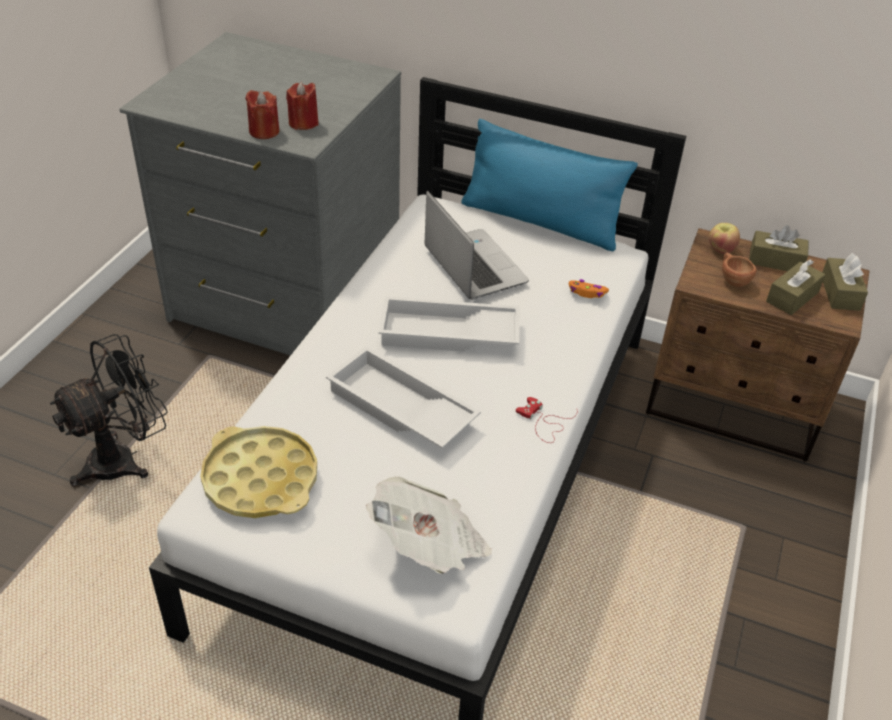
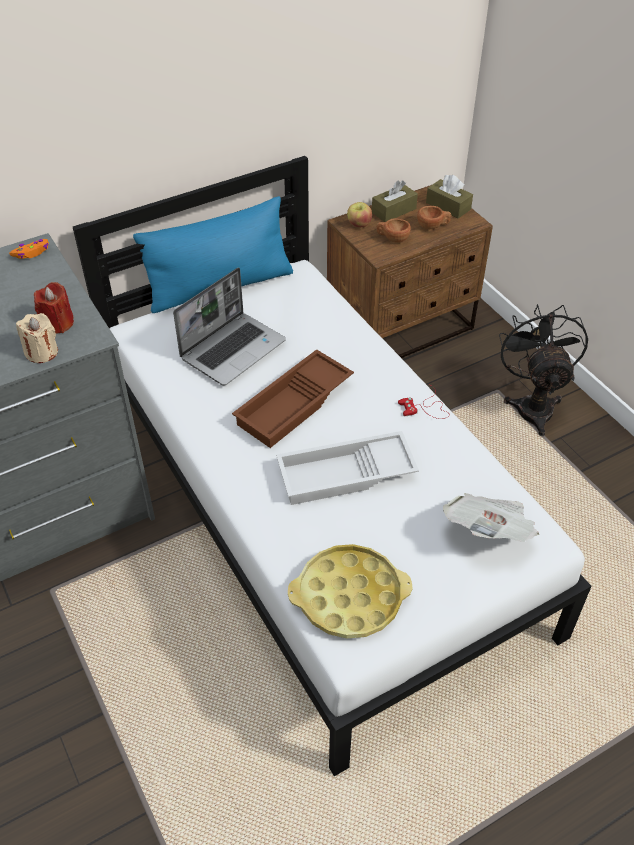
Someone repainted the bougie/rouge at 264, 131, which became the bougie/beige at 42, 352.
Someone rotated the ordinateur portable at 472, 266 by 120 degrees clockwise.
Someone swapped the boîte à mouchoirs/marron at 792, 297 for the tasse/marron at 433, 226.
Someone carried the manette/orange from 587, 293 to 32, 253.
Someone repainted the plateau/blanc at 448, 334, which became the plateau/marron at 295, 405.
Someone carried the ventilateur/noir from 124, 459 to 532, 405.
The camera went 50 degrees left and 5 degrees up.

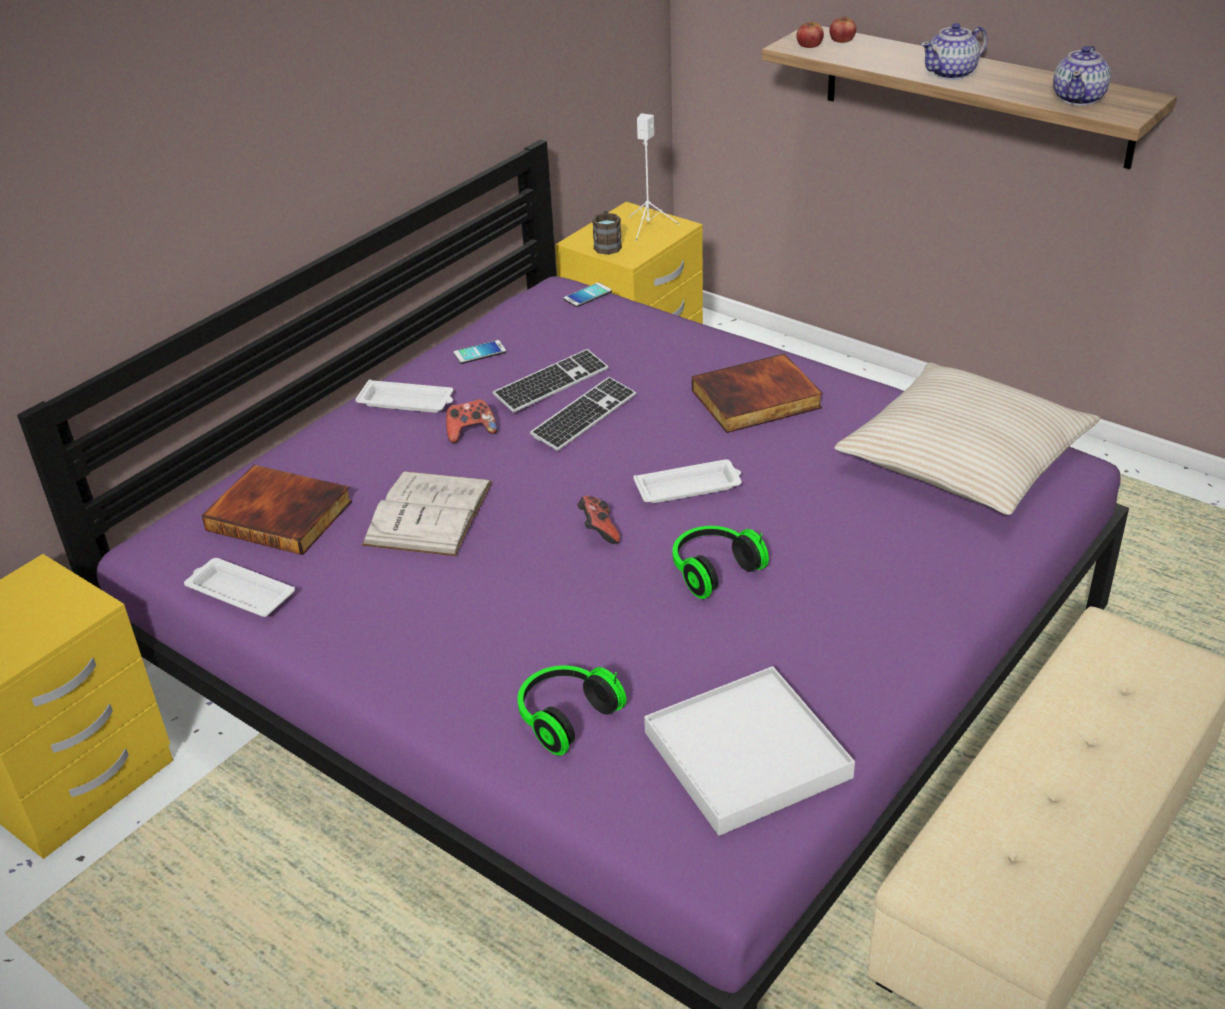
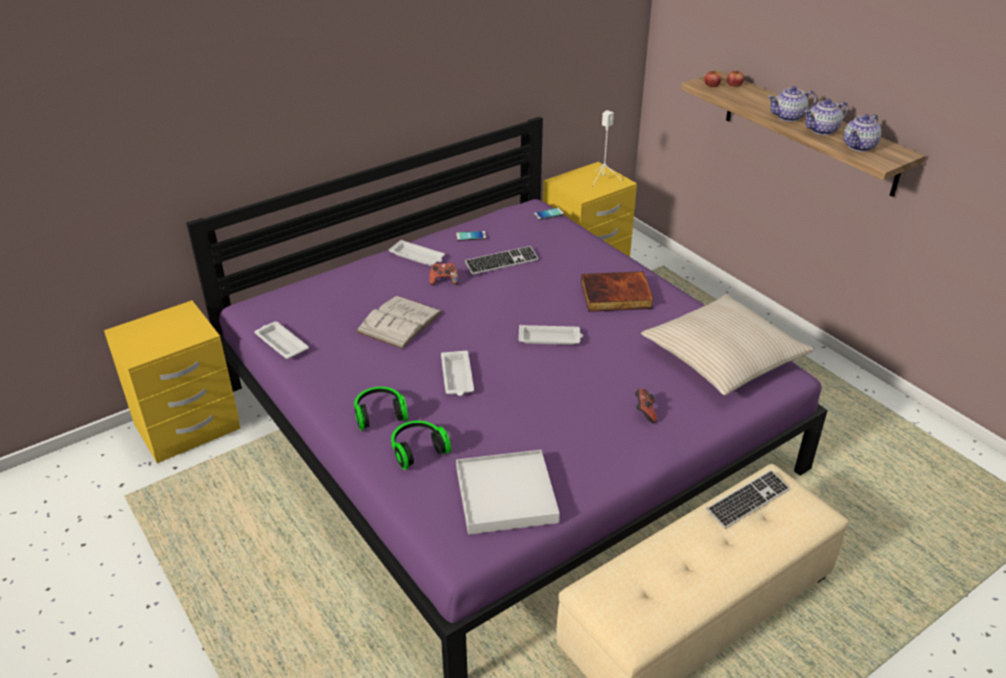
Someone took away the mug/marron at 607, 245.
Someone carried the clavier from 584, 416 to 748, 500.
Someone took away the livre at 281, 514.
Someone carried the manette from 598, 531 to 644, 412.
Someone carried the casque audio from 712, 570 to 379, 414.
Someone put down the théière at 822, 130.
Someone put down the plateau/blanc at 457, 377.
The camera went 15 degrees right and 0 degrees up.

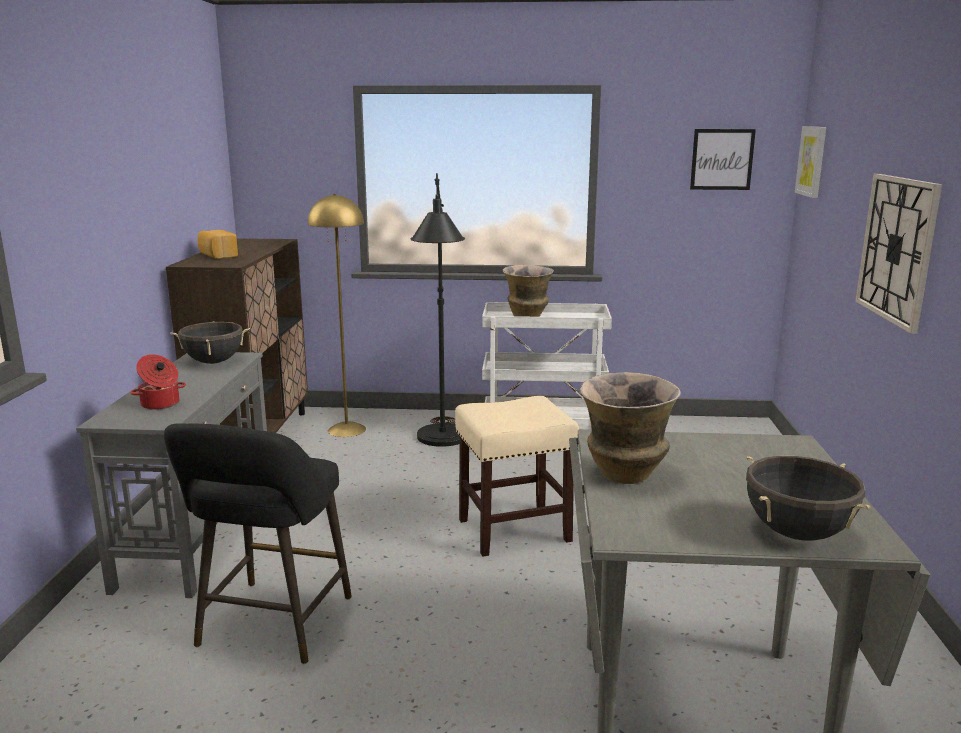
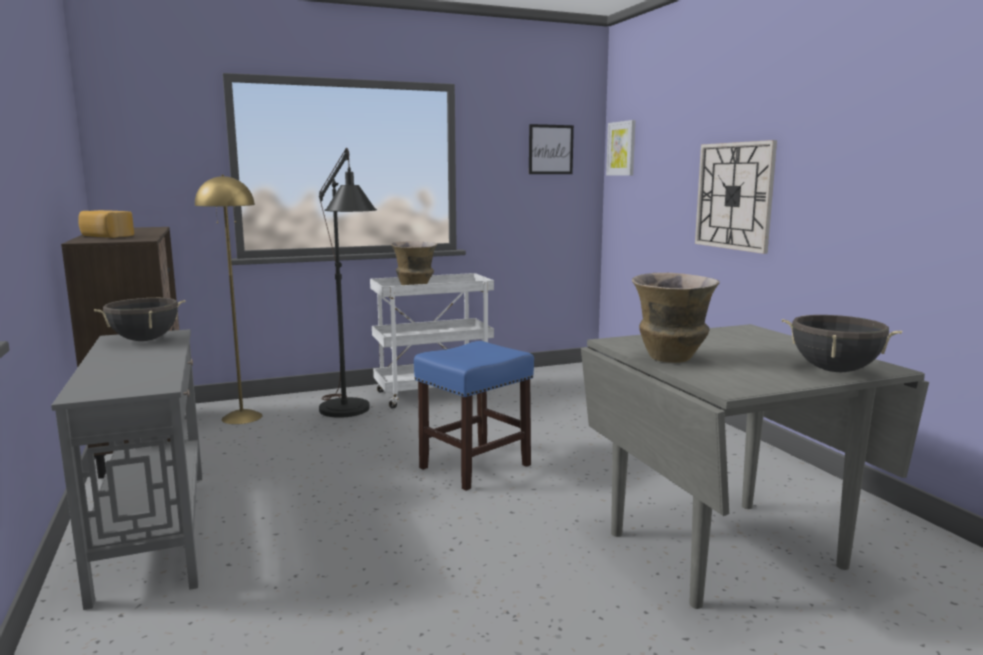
Someone took away the marmite at 160, 404.
Someone repainted the tabouret/beige at 513, 530, which became the tabouret/bleu at 474, 467.
Someone took away the tabouret/noir at 271, 627.
The camera went 25 degrees left and 5 degrees down.

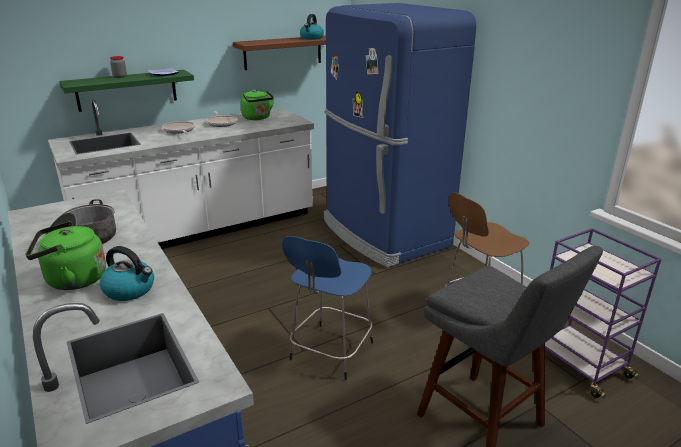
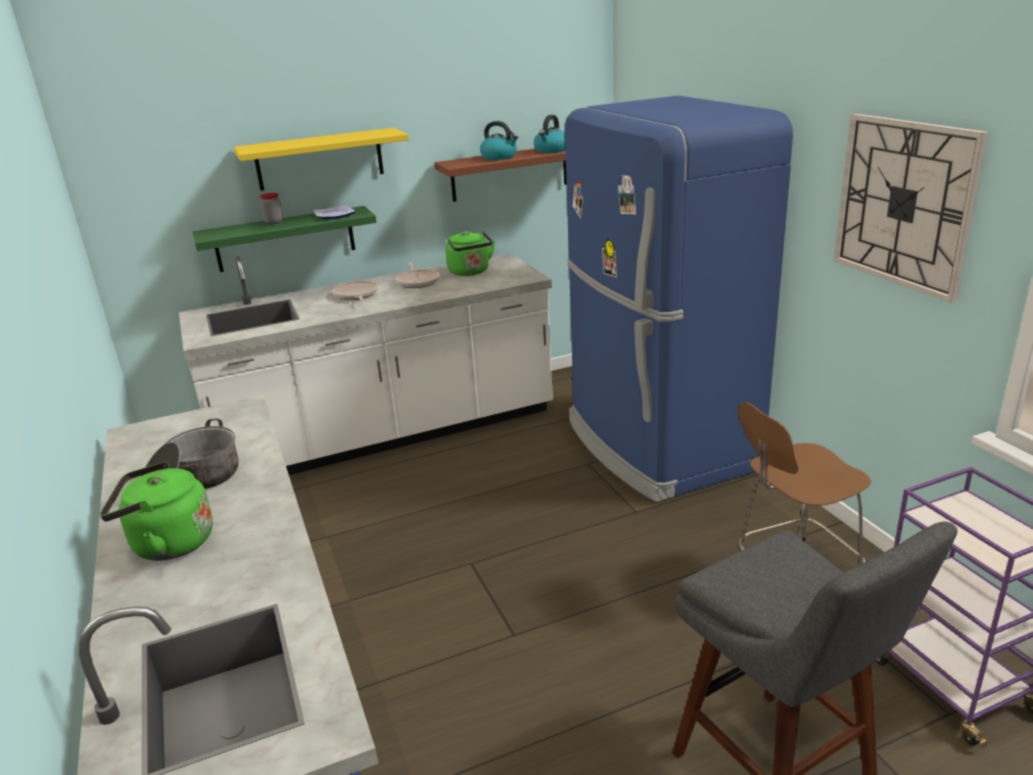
Someone took away the tabouret/bleu at 330, 353.
Someone carried the bouilloire from 130, 290 to 499, 157.
Someone put up the horloge murale at 904, 203.
Someone put up the étagère/jaune at 319, 159.
The camera went 10 degrees right and 0 degrees up.

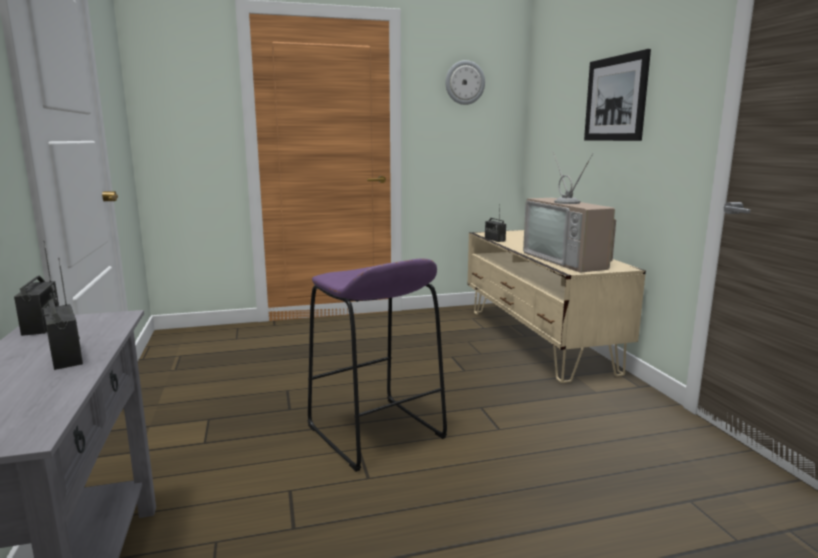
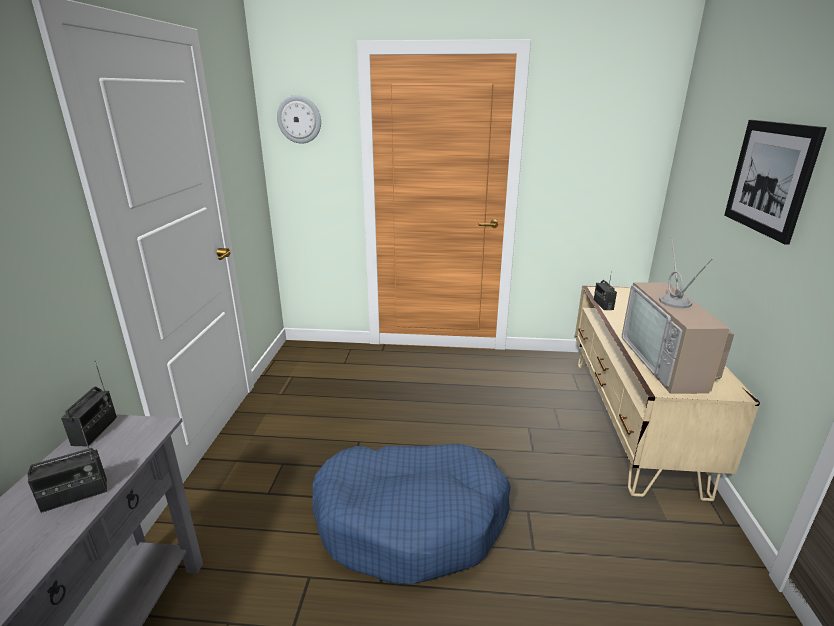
Someone carried the horloge murale from 464, 82 to 299, 119.
Someone rotated the radio at 66, 356 by 75 degrees clockwise.
Someone swapped the tabouret/violet at 375, 432 for the panier pour chien/bleu at 411, 520.
The camera went 20 degrees right and 10 degrees up.

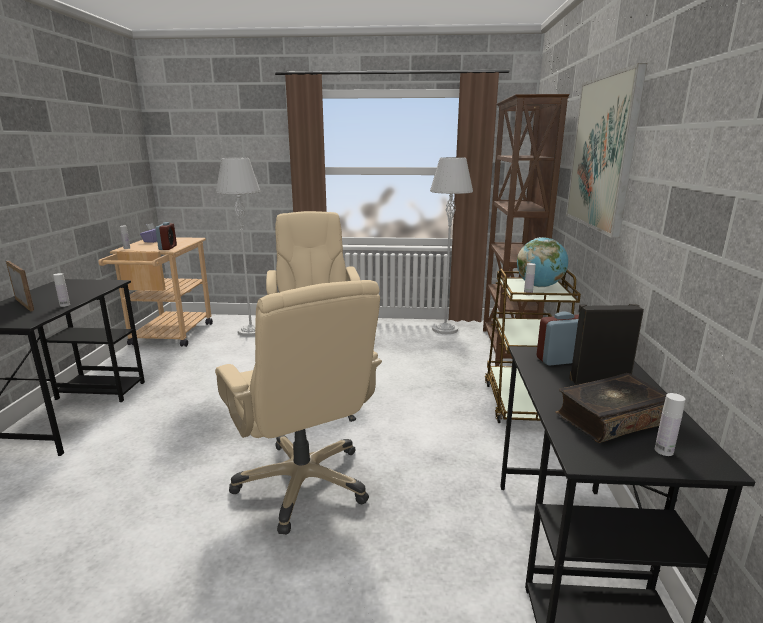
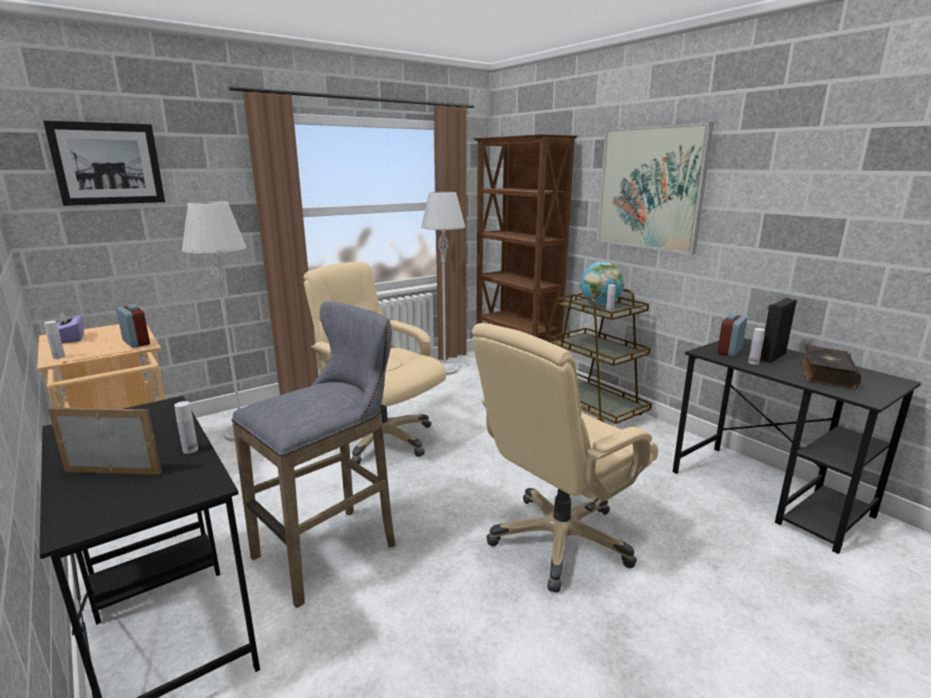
Someone rotated the chaise de bureau/beige at 304, 483 by 120 degrees clockwise.
Someone carried the bouteille/blanc from 663, 451 to 753, 363.
Someone put up the tableau at 108, 164.
Someone put down the tabouret/gris at 332, 549.
The camera went 40 degrees left and 0 degrees up.

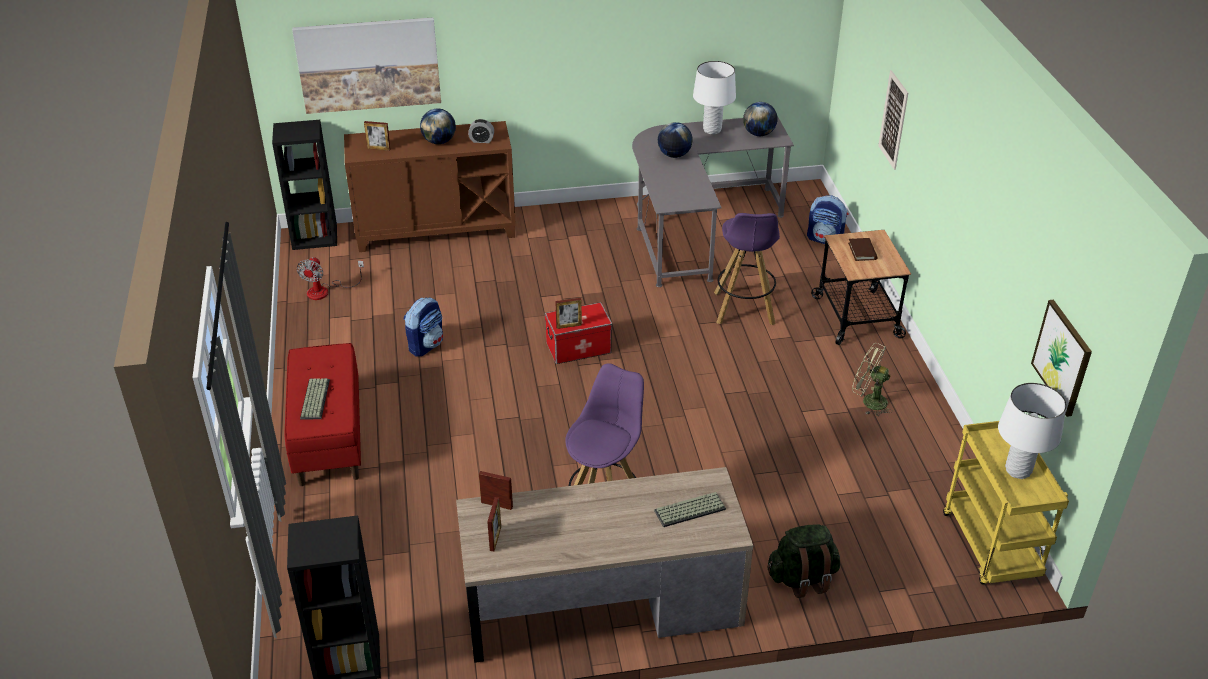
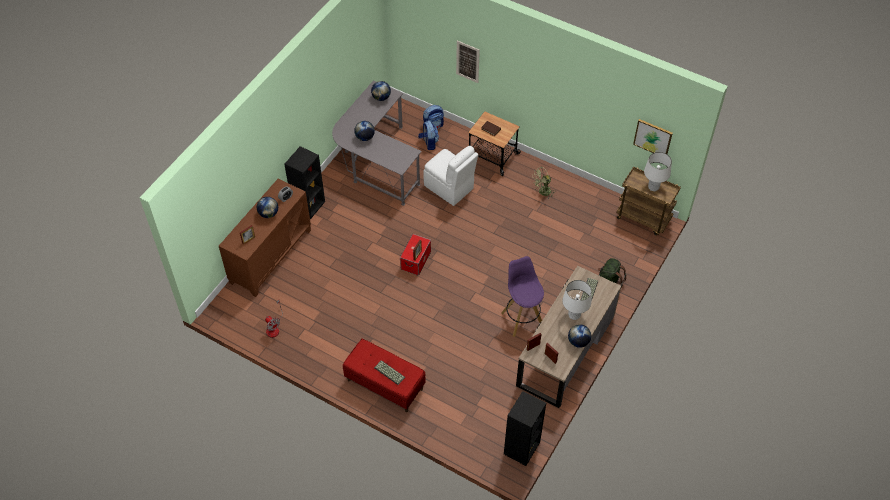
Someone took away the tableau at 368, 64.
Someone carried the lampe de table/blanc from 712, 130 to 574, 315.
Someone carried the bibliothèque/noir from 315, 237 to 308, 205.
Someone swapped the tabouret/violet at 744, 309 for the chaise/blanc at 449, 188.
Someone carried the sac à dos from 426, 345 to 429, 143.
Someone repainted the chariot/jaune at 992, 547, which became the chariot/marron at 644, 218.
Someone put down the globe at 578, 342.
The camera went 50 degrees left and 15 degrees up.

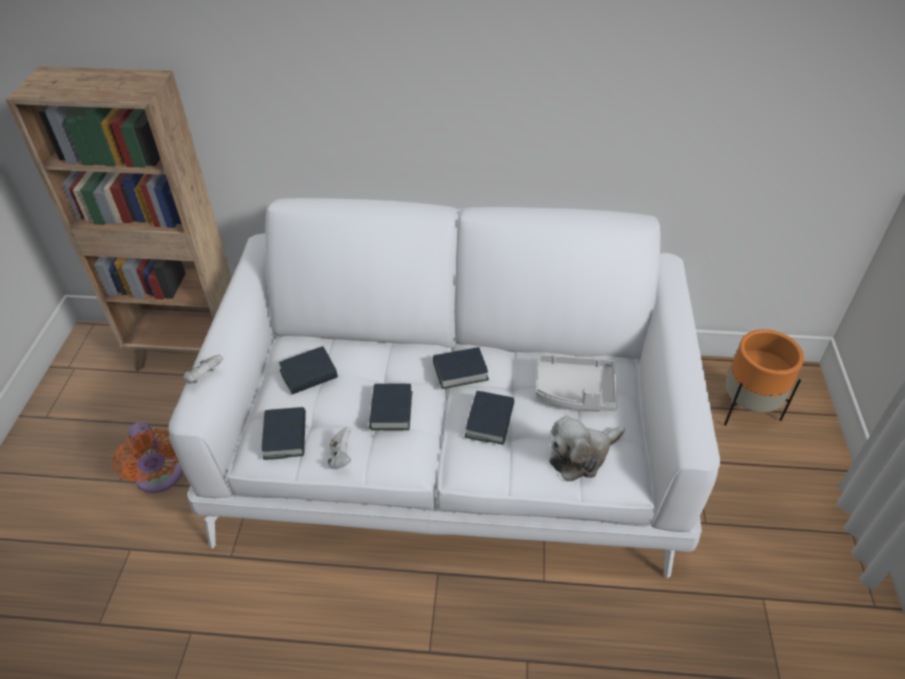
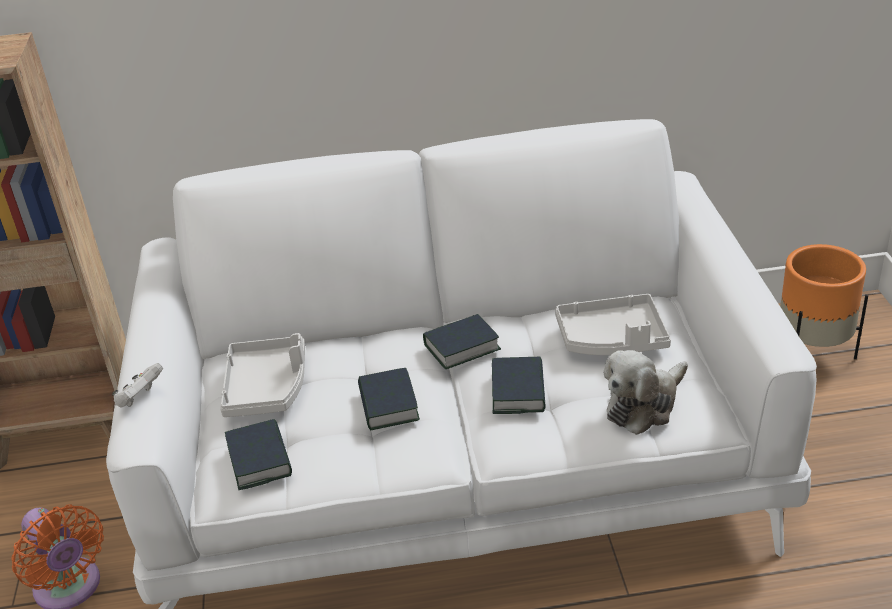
Someone swapped the livre at 309, 374 for the plateau/gris at 267, 387.
Someone took away the manette/blanc at 341, 457.
The camera went 10 degrees left and 10 degrees down.

